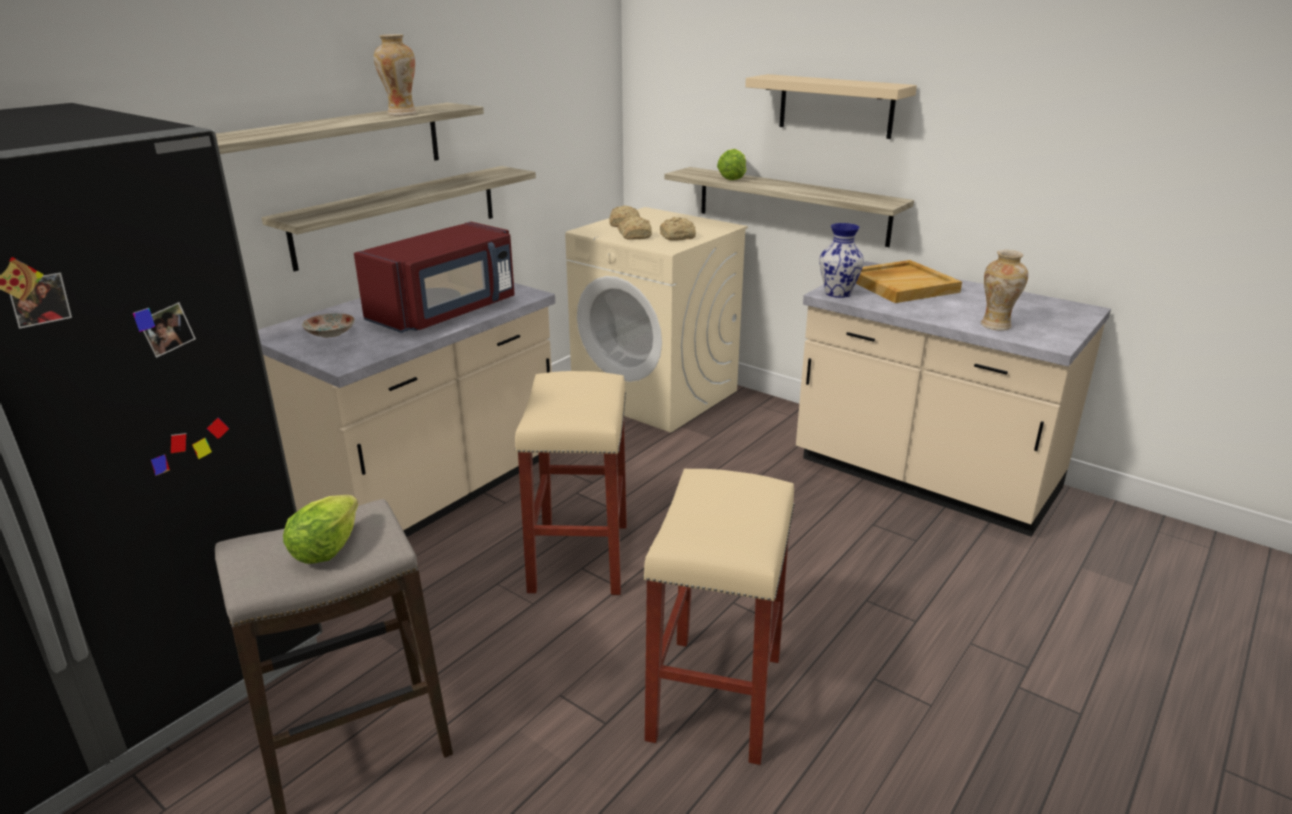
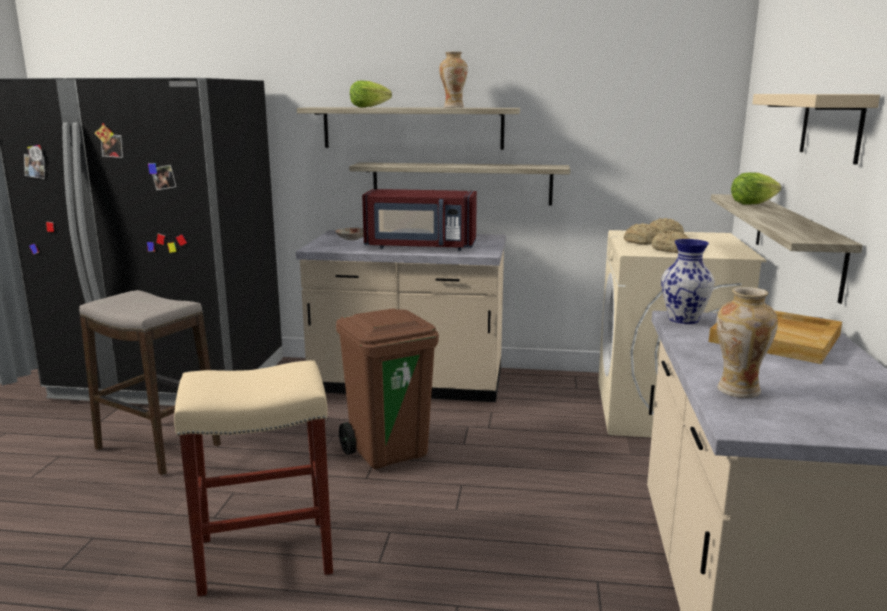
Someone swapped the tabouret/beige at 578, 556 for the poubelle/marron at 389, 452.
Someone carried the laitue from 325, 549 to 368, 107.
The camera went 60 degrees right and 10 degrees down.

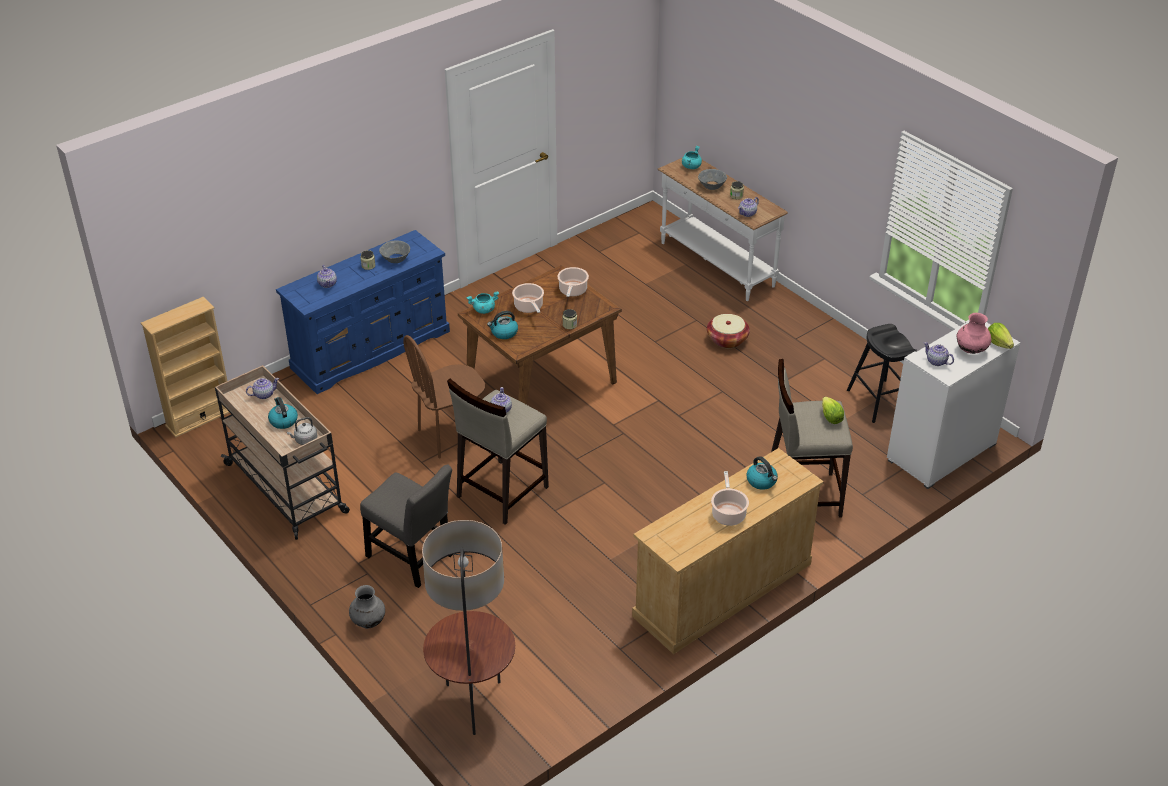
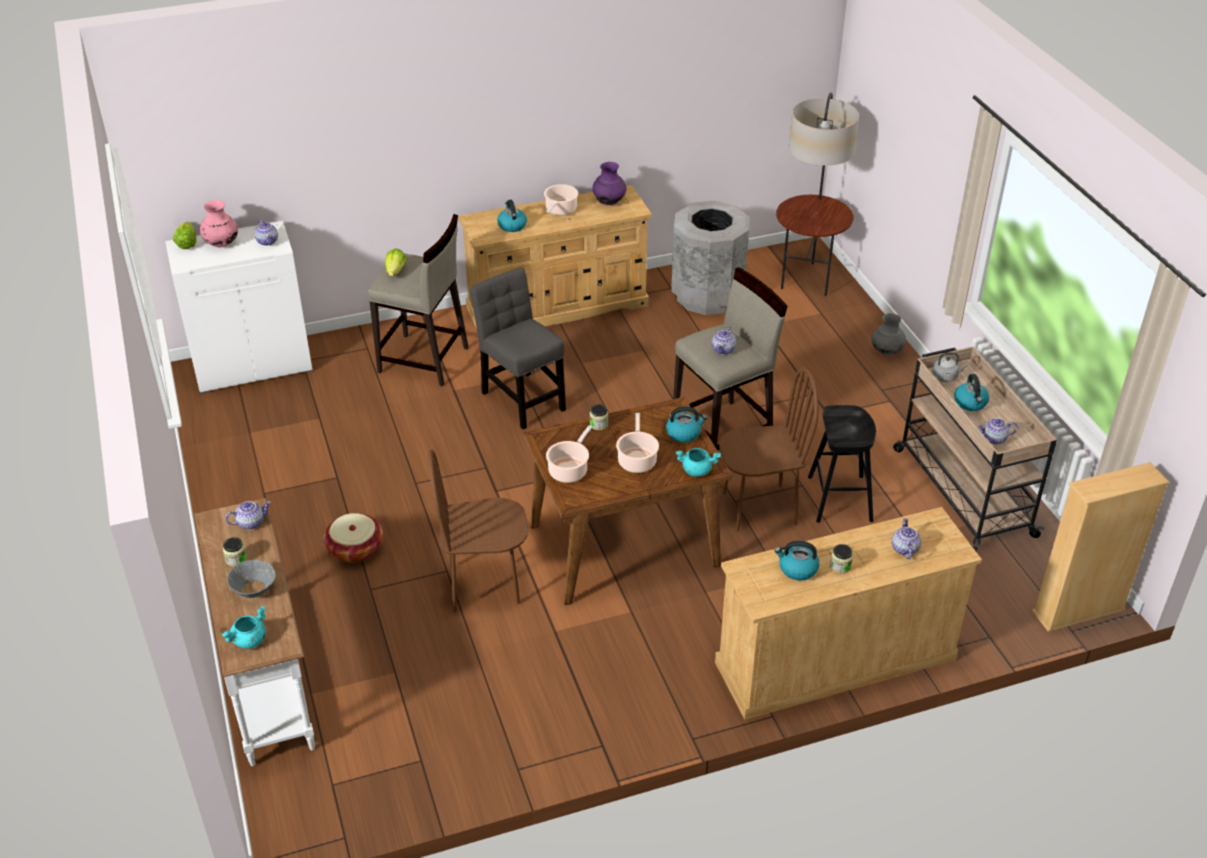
Someone repainted the commode/bleu at 371, 349, which became the commode/beige at 834, 661.
Someone swapped the bol/gris at 395, 259 for the bouilloire at 797, 569.
Someone carried the tabouret/noir from 879, 401 to 839, 498.
Someone carried the chaise/gris from 412, 558 to 521, 398.
Someone put down the vase/violet at 609, 202.
Someone put down the poubelle/gris at 707, 296.
Someone put down the chaise/marron at 484, 585.
The camera went 160 degrees left and 0 degrees up.

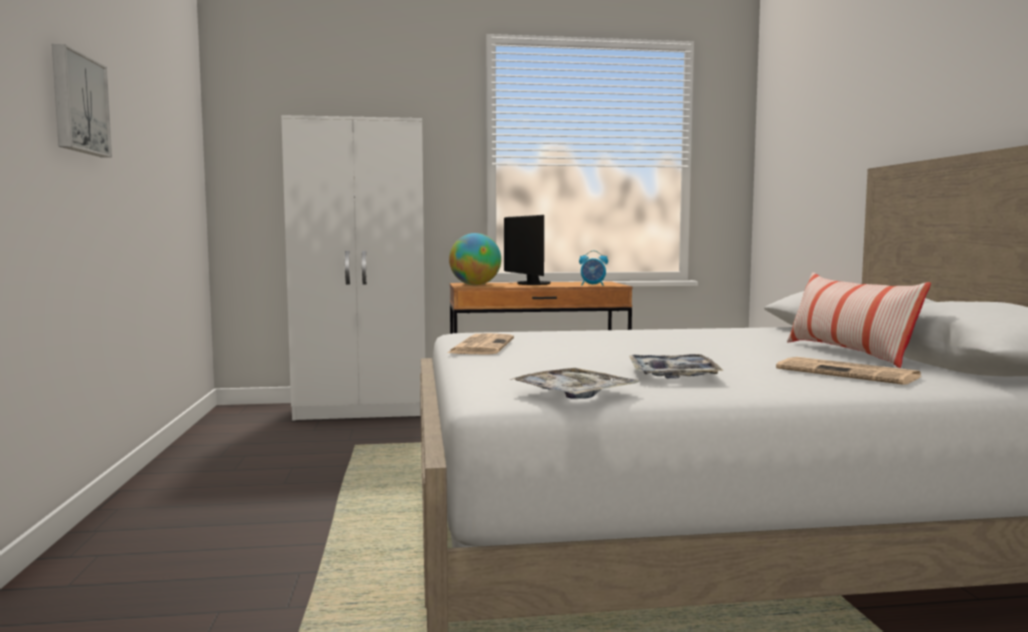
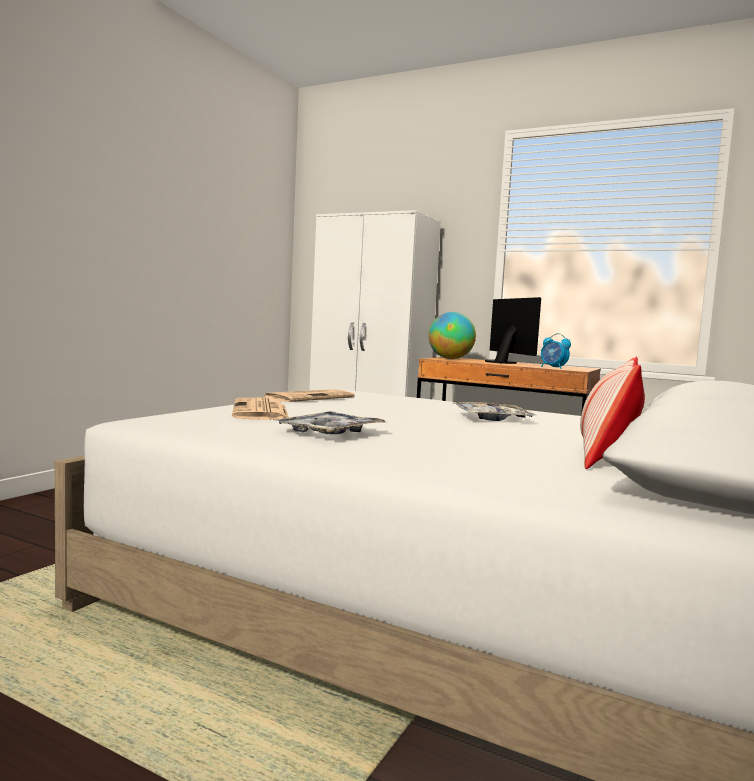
Someone took away the tableau at 77, 104.
Someone rotated the écran d'ordinateur at 530, 284 by 150 degrees clockwise.
Someone carried the journal from 849, 373 to 261, 411.
Someone carried the plateau from 574, 394 to 491, 418.
The camera went 35 degrees right and 0 degrees up.

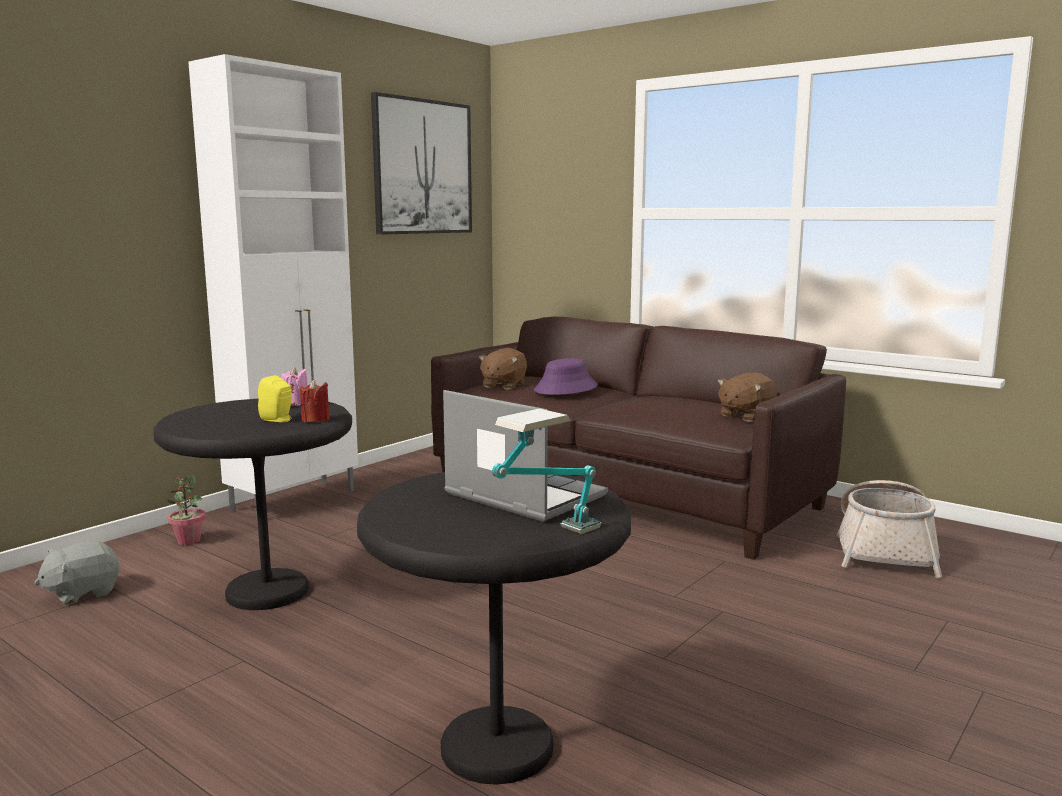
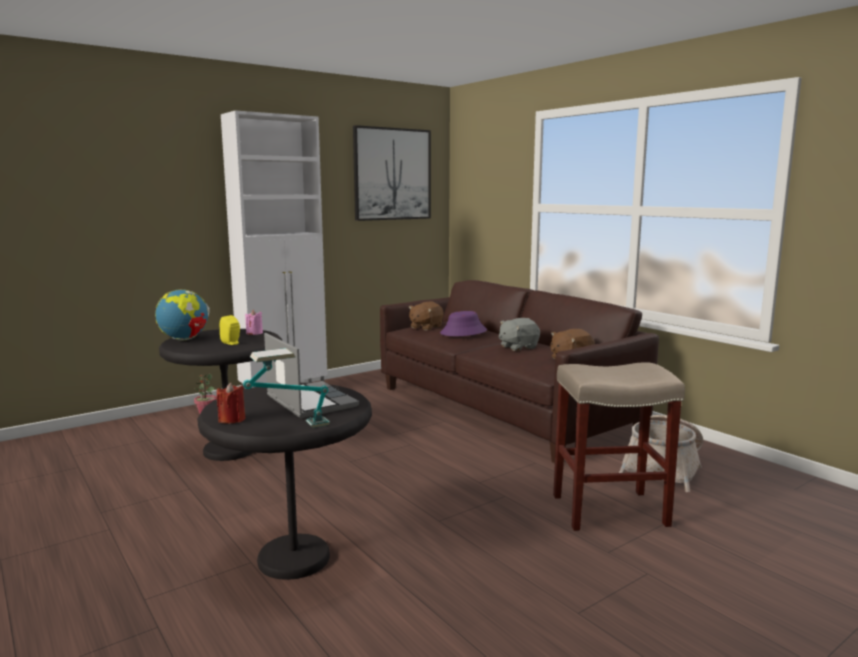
Someone carried the bougie/rouge from 315, 419 to 232, 419.
Someone carried the peluche/gris from 82, 593 to 518, 347.
Someone put down the globe at 184, 339.
Someone put down the tabouret/beige at 610, 510.
The camera went 15 degrees right and 0 degrees up.

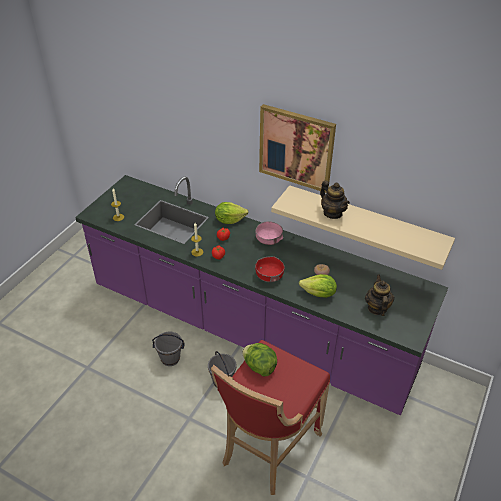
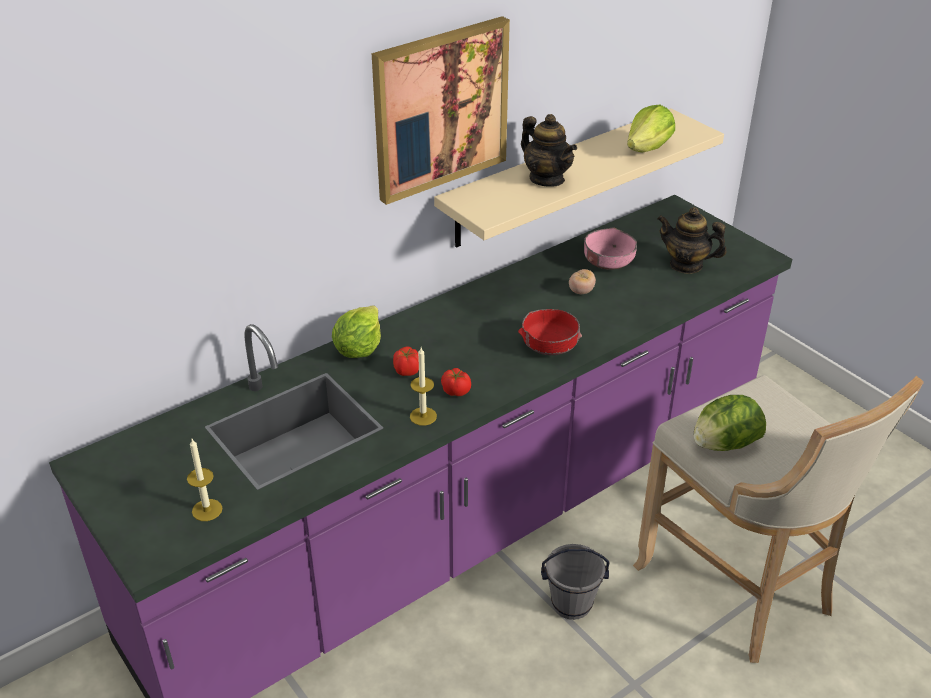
Someone rotated the théière at 332, 213 by 60 degrees clockwise.
Someone carried the bol/rose from 268, 239 to 608, 262.
Someone carried the laitue from 319, 294 to 648, 149.
Someone took away the seau/gris at 170, 358.
Someone repainted the tabouret/rouge at 267, 449, which became the tabouret/beige at 741, 590.
The camera went 65 degrees left and 5 degrees down.

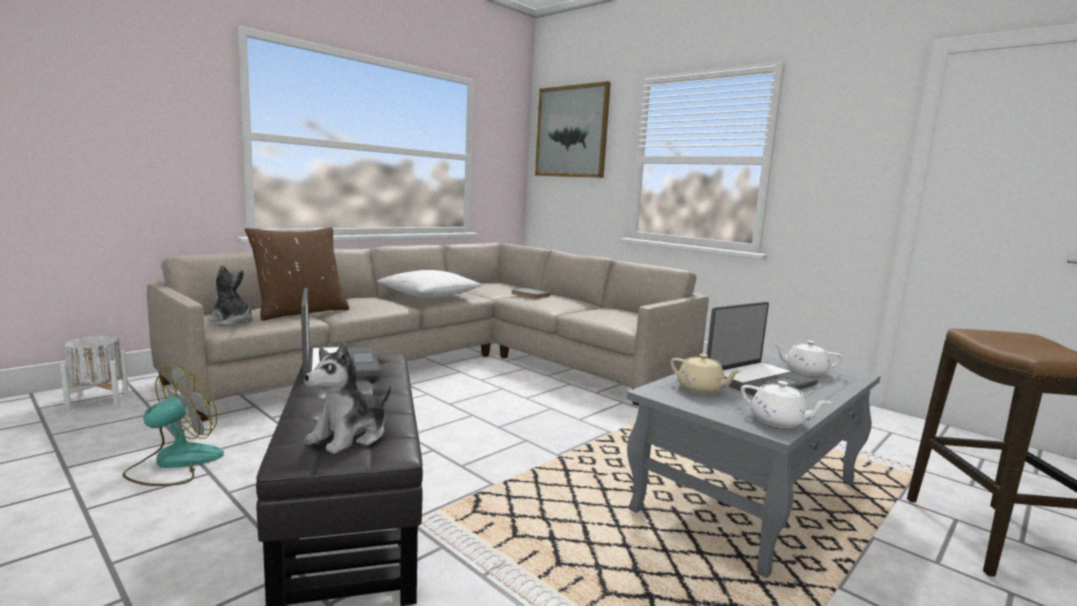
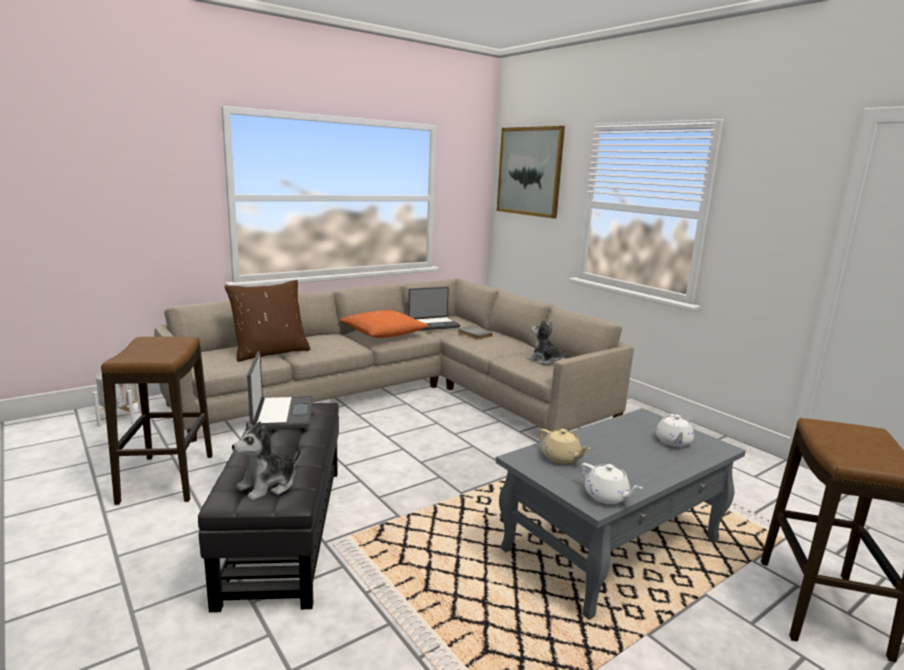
Someone carried the peluche from 231, 322 to 544, 361.
Someone repainted the coussin/blanc at 429, 295, which became the coussin/orange at 383, 334.
Someone carried the ordinateur portable from 758, 380 to 433, 324.
Someone rotated the théière/blanc at 804, 371 by 105 degrees counterclockwise.
Someone swapped the ventilateur at 174, 463 for the tabouret at 167, 478.
The camera went 10 degrees right and 5 degrees up.

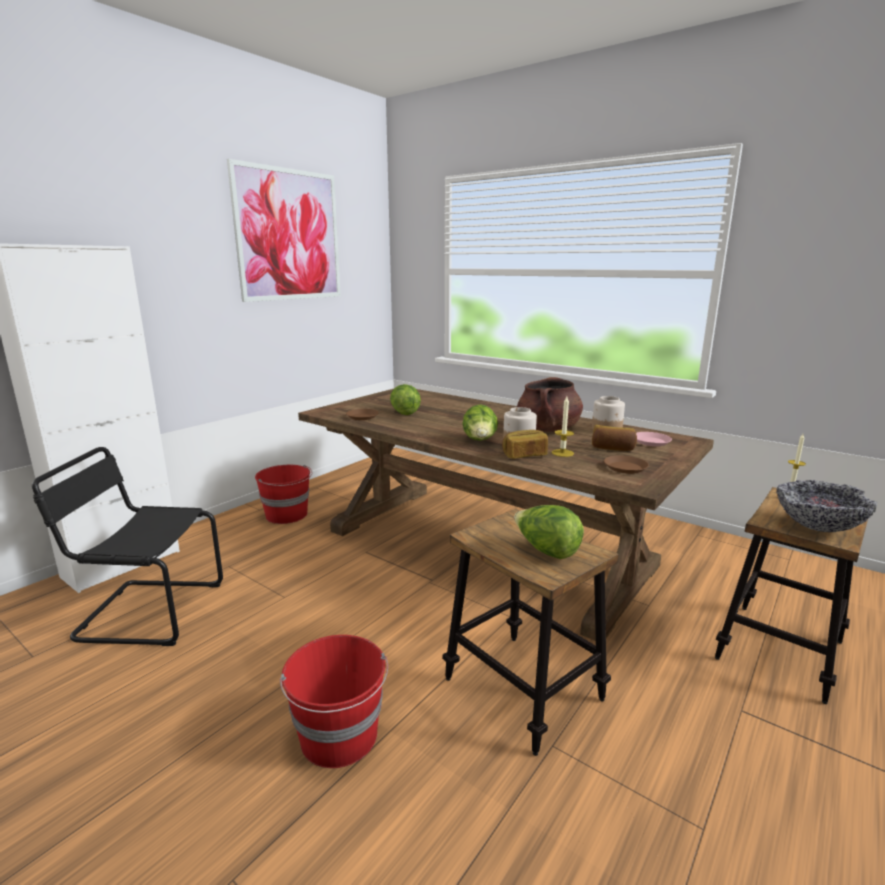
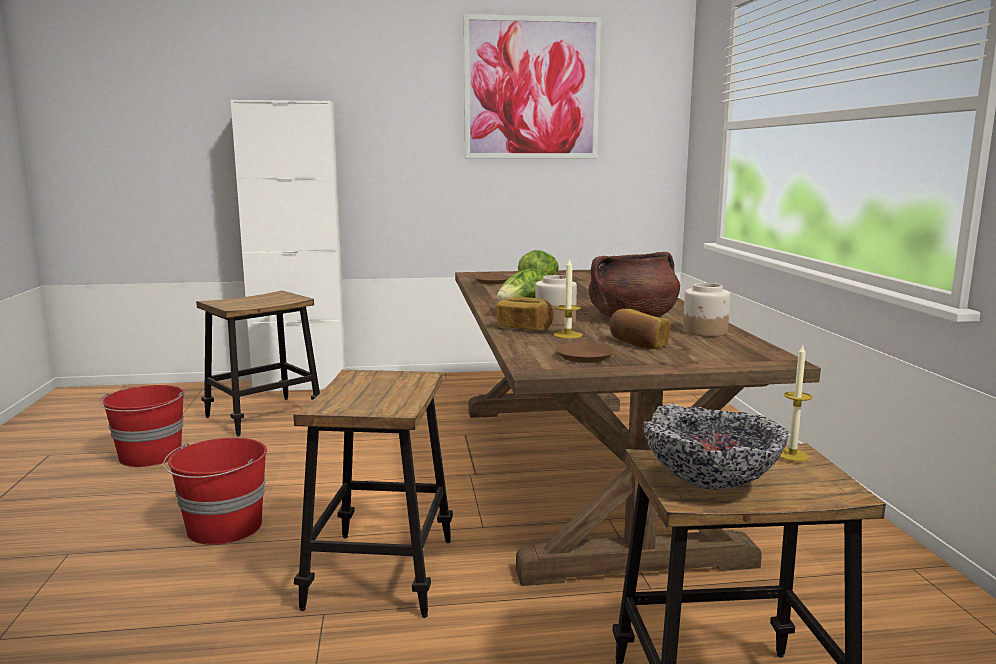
Someone took away the assiette/rose at 651, 442.
Someone swapped the chaise/noir at 146, 611 for the tabouret at 264, 416.
Someone carried the seau/rouge from 287, 515 to 150, 456.
Someone took away the laitue at 546, 551.
The camera went 45 degrees right and 5 degrees down.

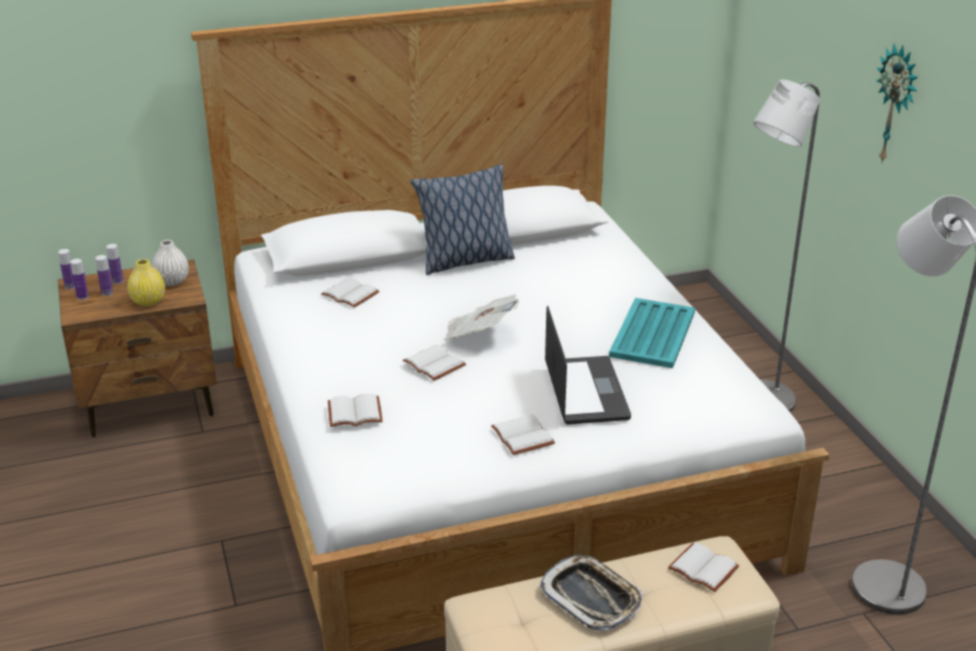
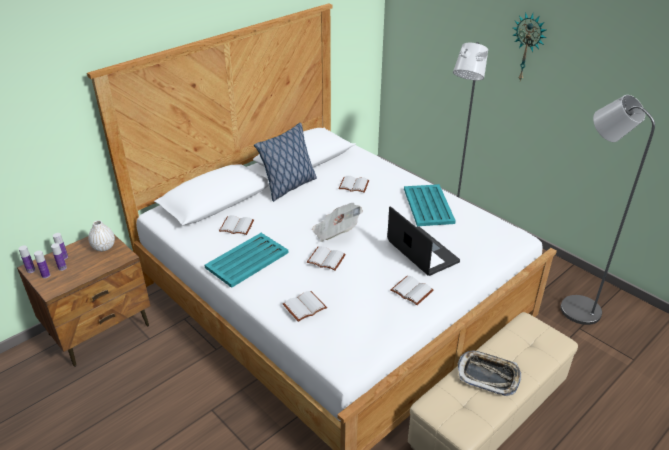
Someone took away the vase/jaune at 148, 301.
Someone carried the livre/blanc from 701, 569 to 353, 186.
Someone put down the plateau/turquoise at 248, 260.
The camera went 25 degrees left and 5 degrees up.

